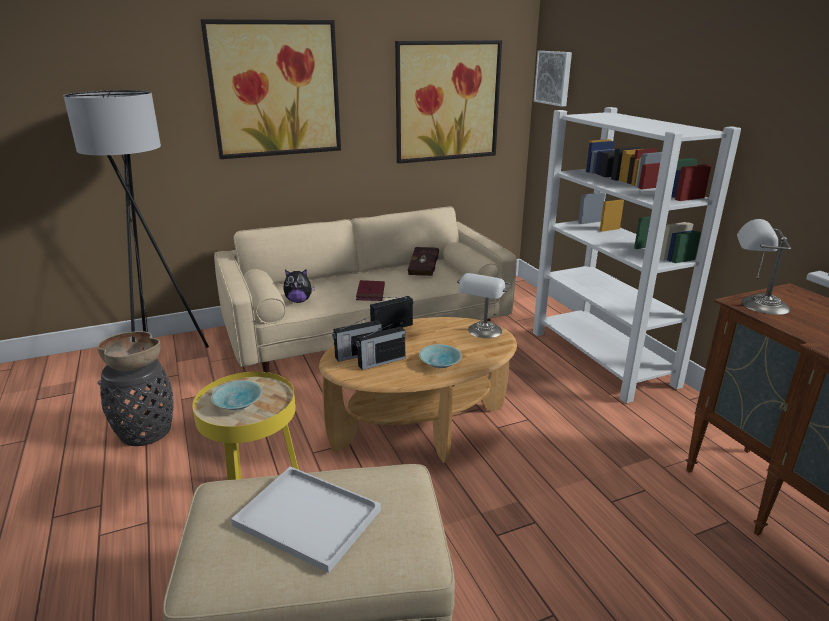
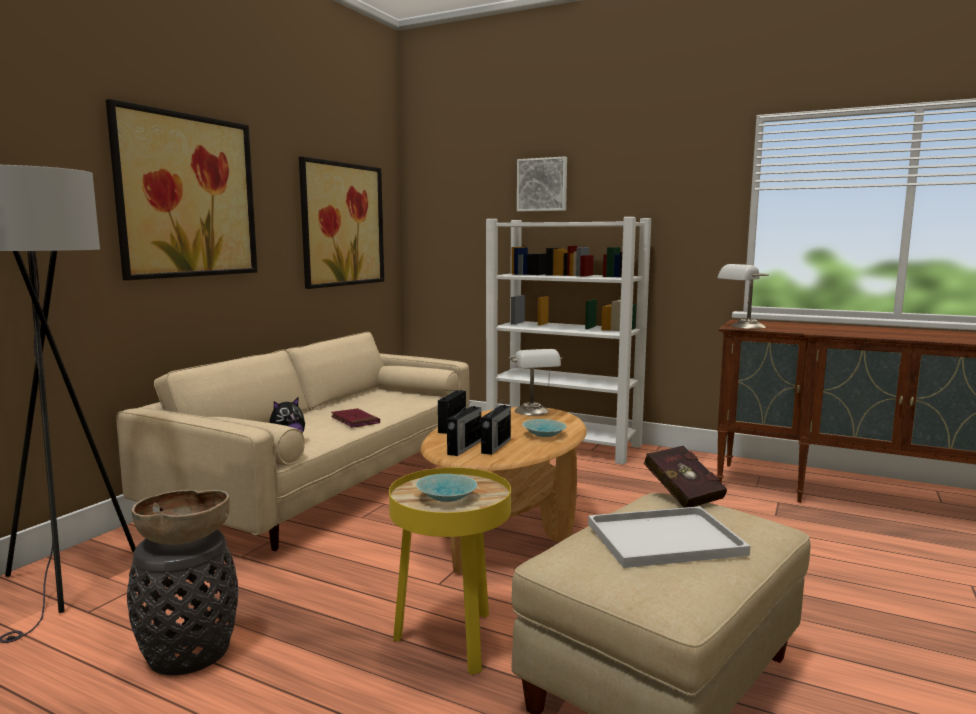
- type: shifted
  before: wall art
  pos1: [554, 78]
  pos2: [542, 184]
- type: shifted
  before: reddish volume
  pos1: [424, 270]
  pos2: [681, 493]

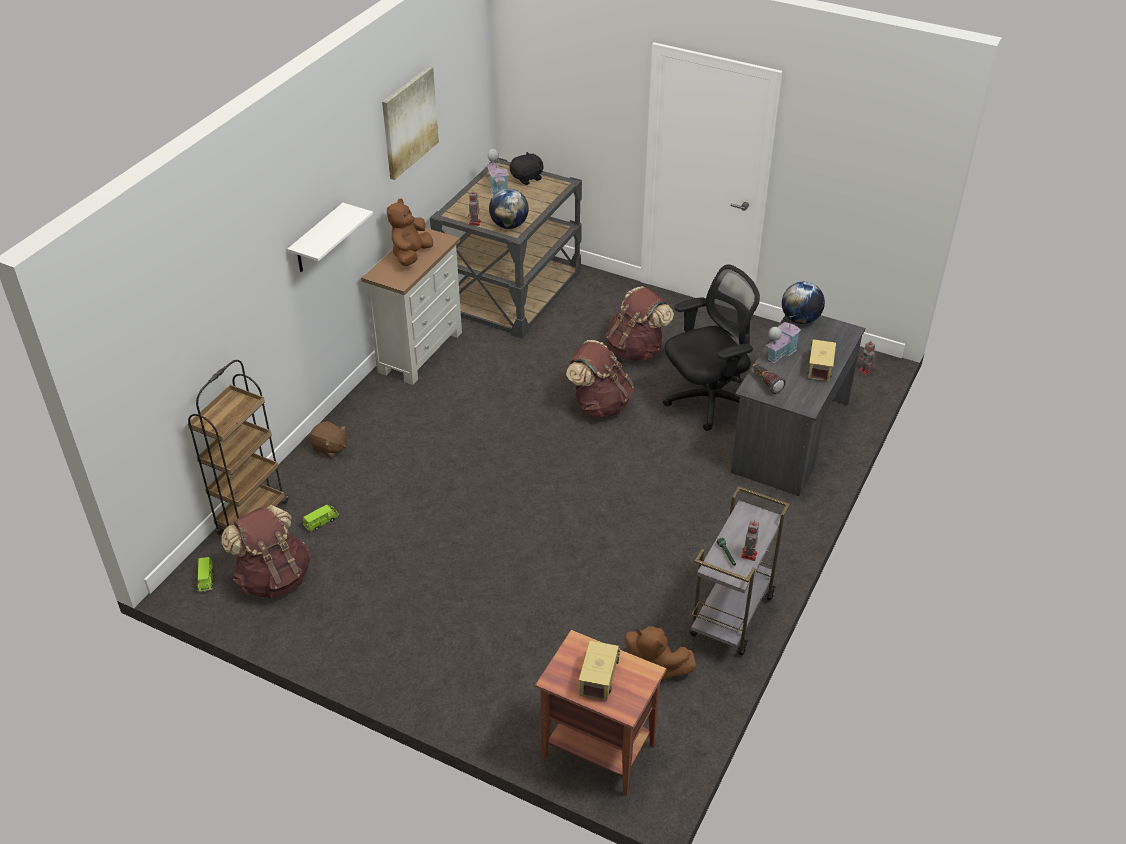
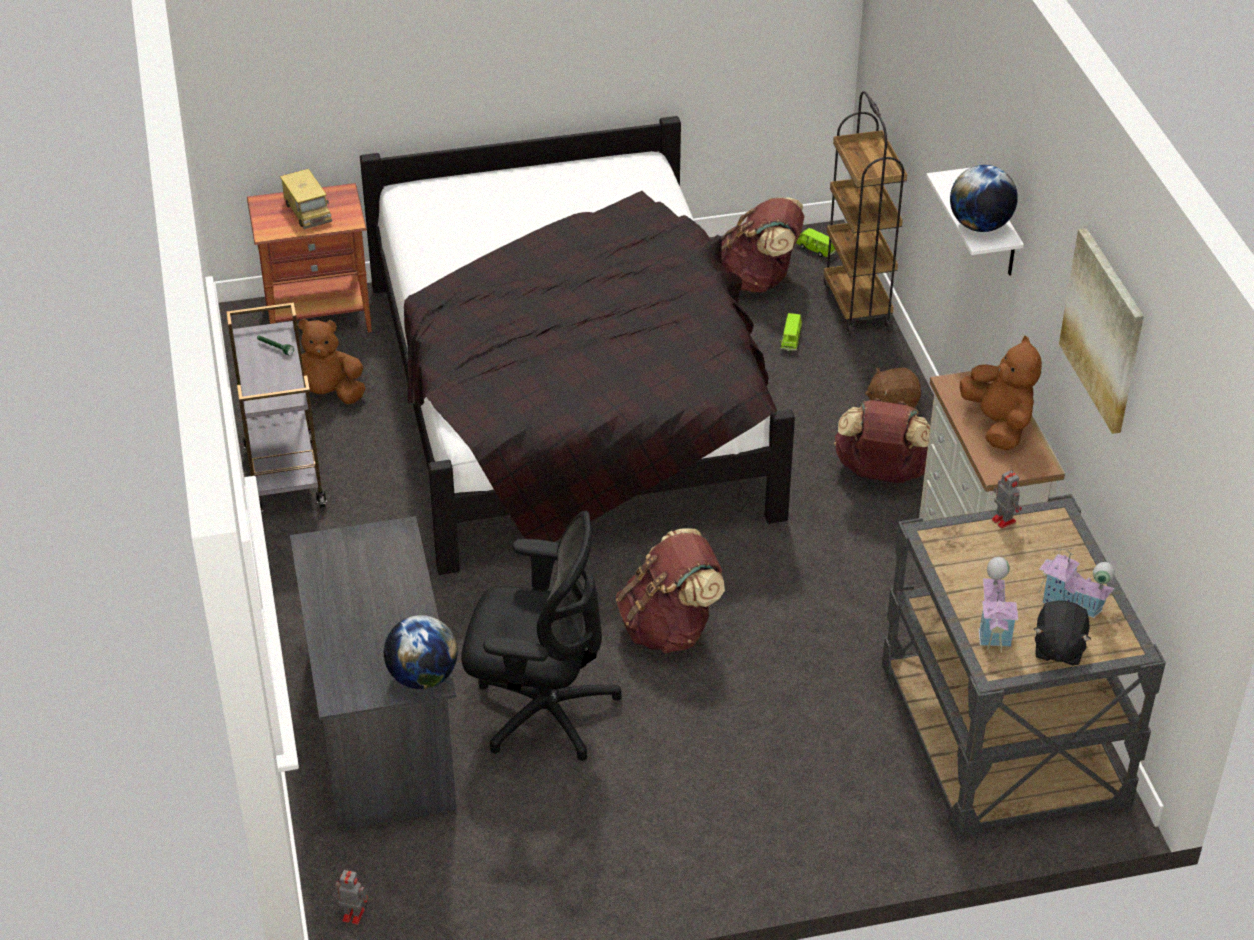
- type: new
  after: black sleeping bed
  pos2: [570, 398]
- type: rotated
  before: black computer chair
  pos1: [705, 403]
  pos2: [536, 712]
  turn: -105
- type: shifted
  before: brown-coloured knapsack
  pos1: [636, 350]
  pos2: [882, 474]
- type: shifted
  before: globe
  pos1: [509, 225]
  pos2: [980, 225]
- type: shifted
  before: miniature house
  pos1: [780, 352]
  pos2: [994, 627]
- type: gone
  before: robot figure
  pos1: [749, 555]
- type: gone
  before: hand torch
  pos1: [765, 383]
- type: gone
  before: model truck
  pos1: [820, 367]

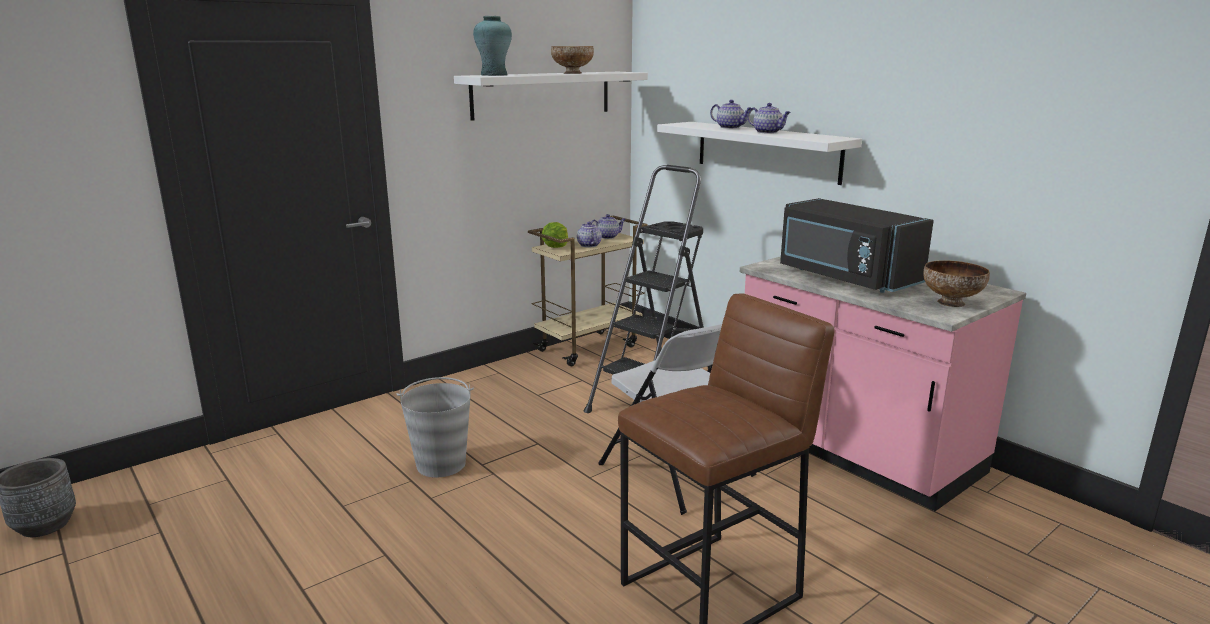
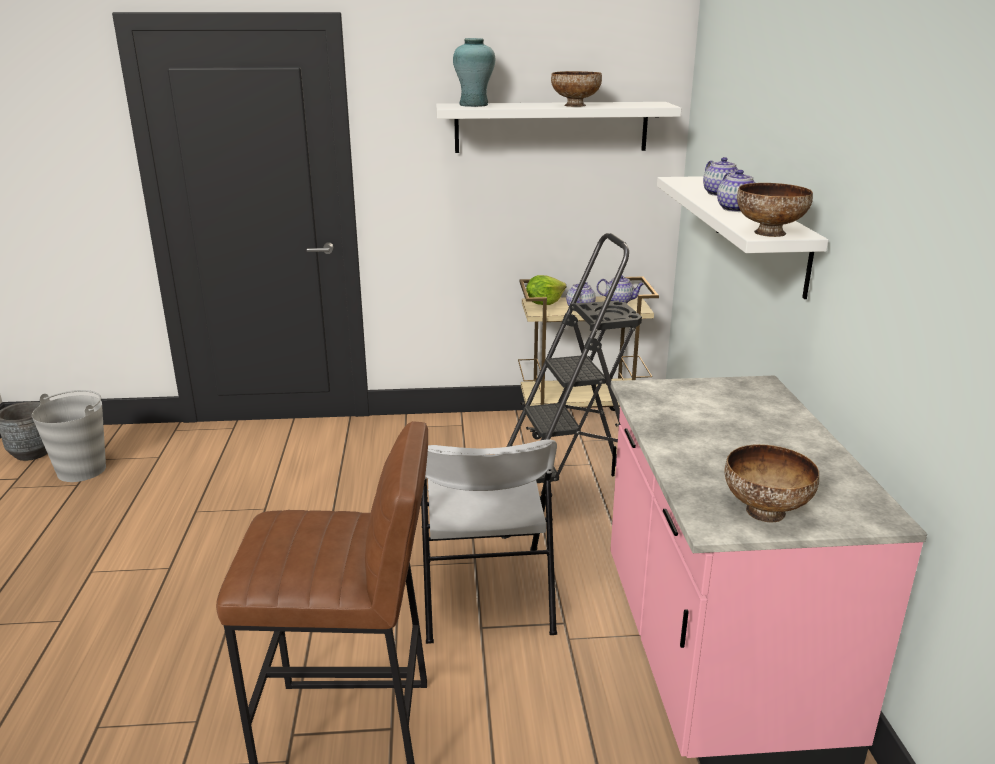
- type: shifted
  before: gray bucket
  pos1: [441, 464]
  pos2: [82, 470]
- type: new
  after: bowl
  pos2: [768, 233]
- type: gone
  before: black microwave
  pos1: [844, 277]

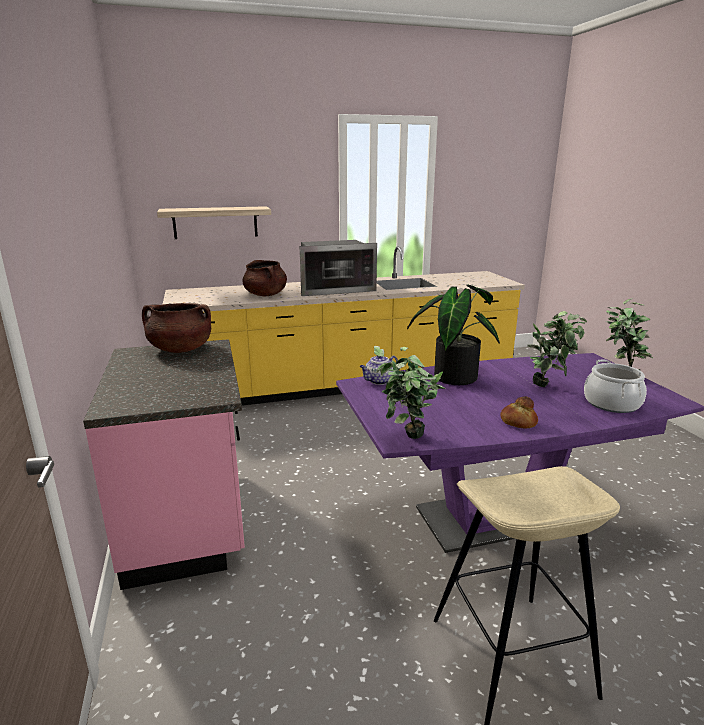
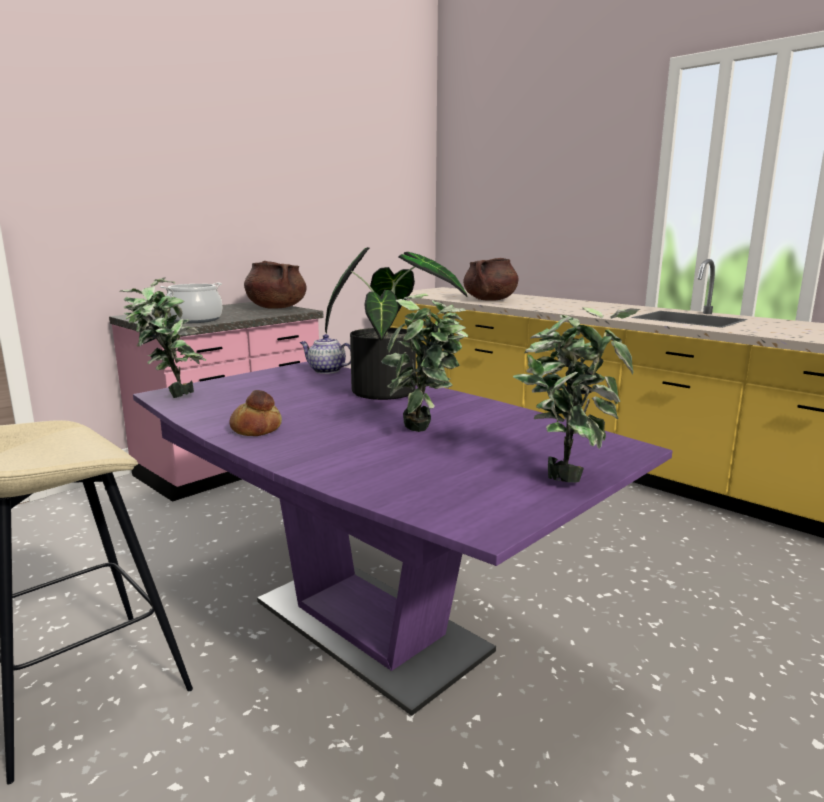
- type: shifted
  before: saucepot
  pos1: [611, 403]
  pos2: [195, 320]
- type: gone
  before: shelf
  pos1: [215, 222]
- type: gone
  before: microwave
  pos1: [334, 289]

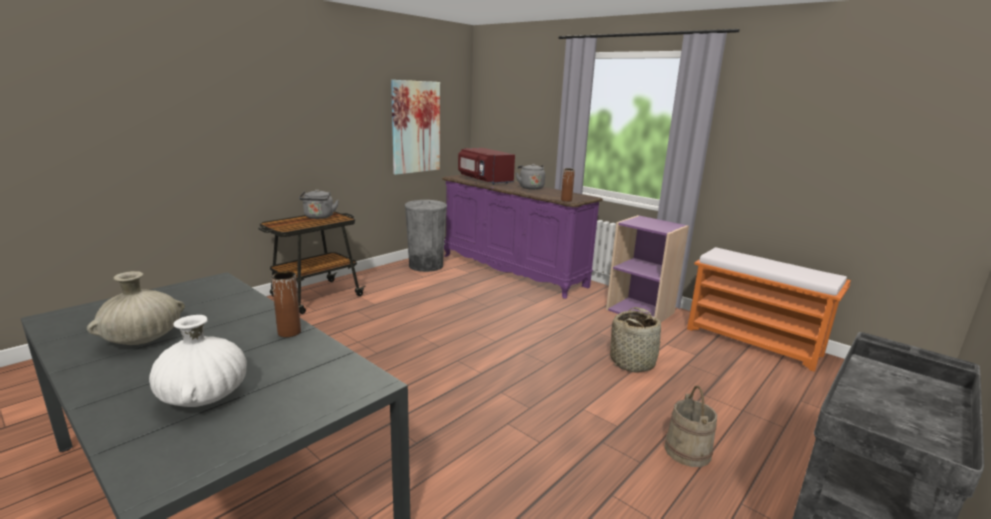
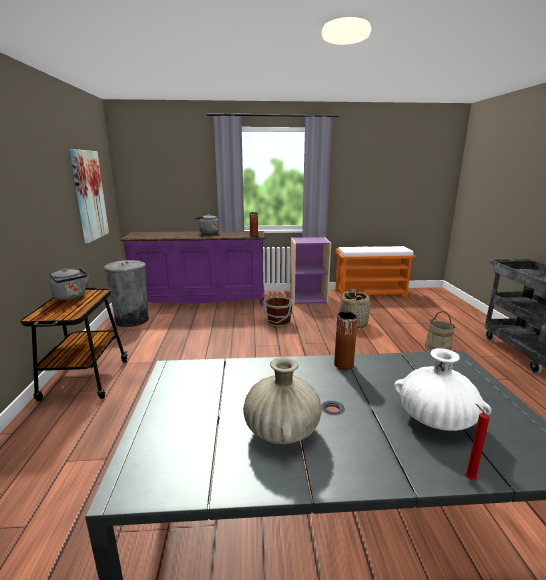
- type: new
  after: brown-coloured bucket
  pos2: [278, 322]
- type: new
  after: reddish candle
  pos2: [468, 478]
- type: gone
  before: reddish microwave
  pos1: [484, 180]

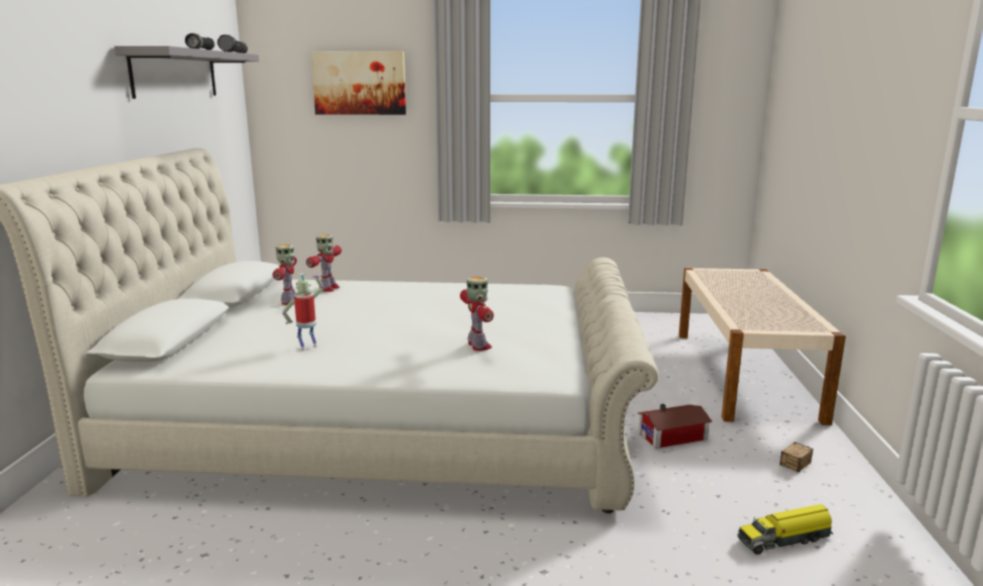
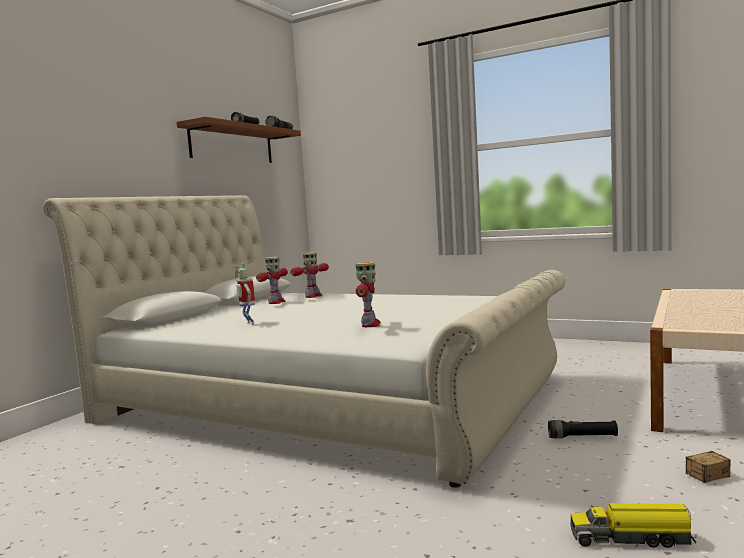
- type: repainted
  before: gray shelf
  after: brown-coloured shelf
  pos1: [175, 74]
  pos2: [232, 144]
- type: rotated
  before: robot figure
  pos1: [308, 347]
  pos2: [248, 323]
  turn: -105
- type: swapped
  before: miniature house
  after: black hand torch
  pos1: [675, 436]
  pos2: [582, 437]
- type: gone
  before: wall art
  pos1: [359, 83]

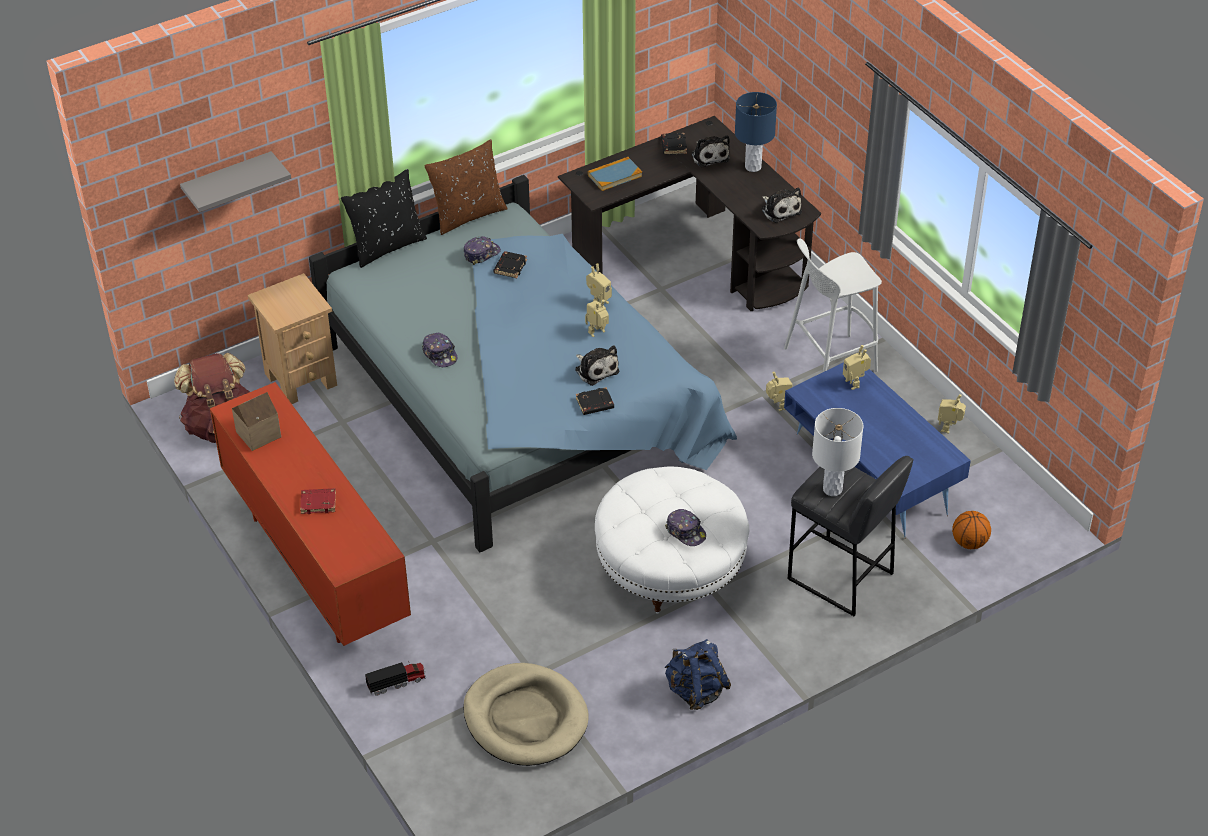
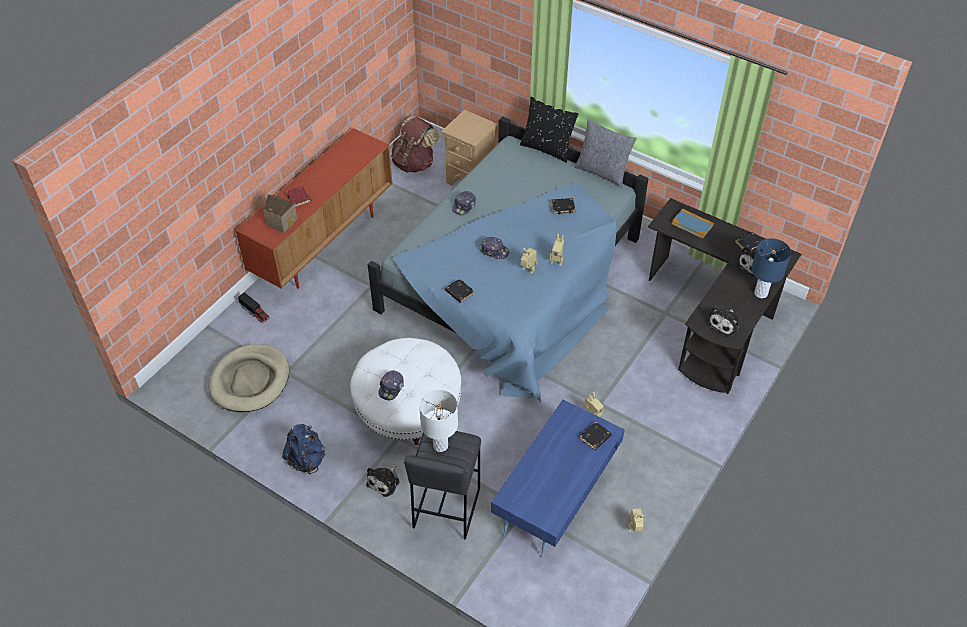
- type: shifted
  before: miniature house
  pos1: [257, 433]
  pos2: [282, 221]
- type: shifted
  before: soft toy
  pos1: [595, 369]
  pos2: [384, 482]
- type: shifted
  before: cap
  pos1: [481, 253]
  pos2: [494, 251]
- type: repainted
  before: brown-coloured pillow
  after: gray pillow
  pos1: [468, 215]
  pos2: [602, 172]
- type: swapped
  before: robot figure
  after: black volume
  pos1: [855, 383]
  pos2: [595, 438]
- type: gone
  before: gray shelf
  pos1: [228, 182]
- type: gone
  before: white stool
  pos1: [830, 363]
- type: gone
  before: basketball ball
  pos1: [969, 543]

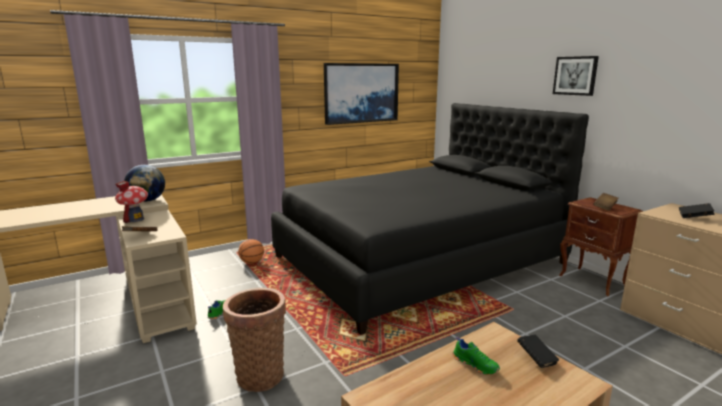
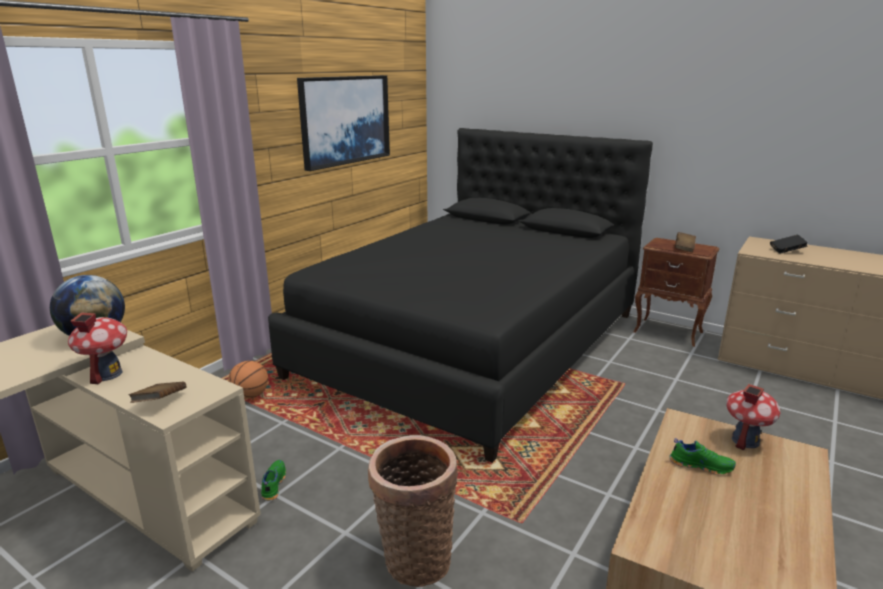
- type: swapped
  before: black volume
  after: miniature house
  pos1: [536, 359]
  pos2: [745, 440]
- type: gone
  before: wall art
  pos1: [575, 75]

